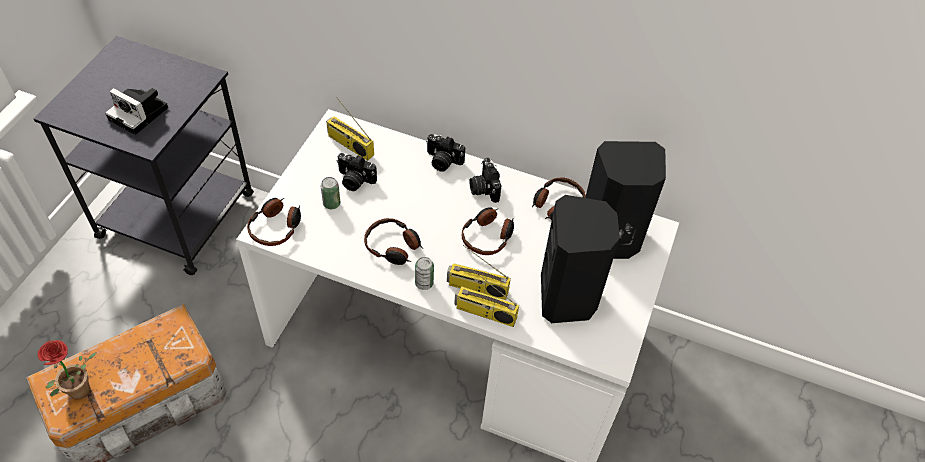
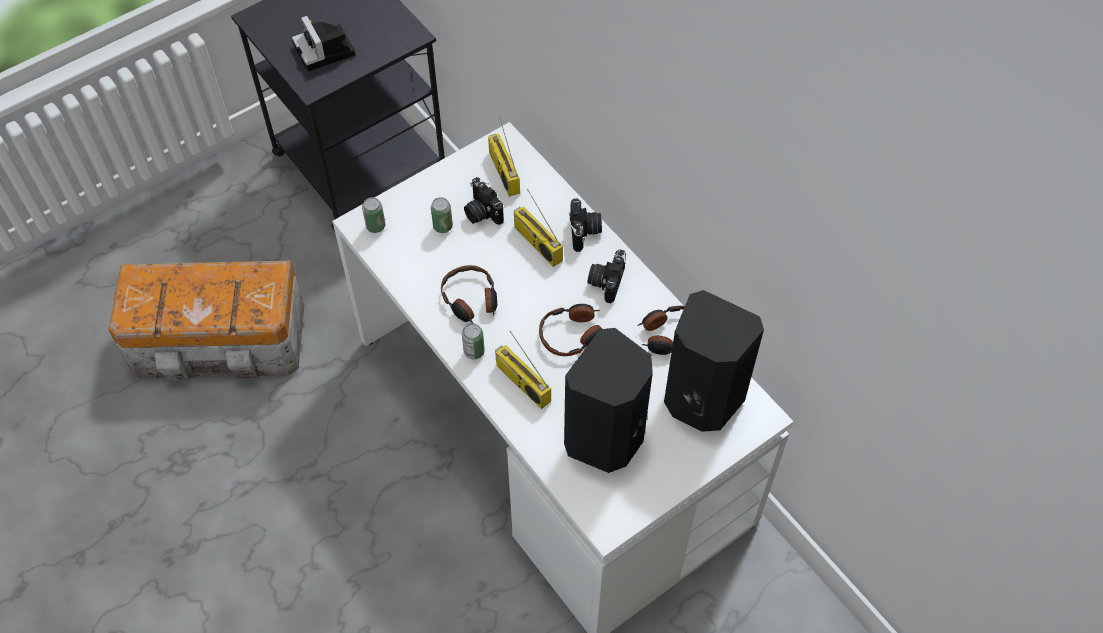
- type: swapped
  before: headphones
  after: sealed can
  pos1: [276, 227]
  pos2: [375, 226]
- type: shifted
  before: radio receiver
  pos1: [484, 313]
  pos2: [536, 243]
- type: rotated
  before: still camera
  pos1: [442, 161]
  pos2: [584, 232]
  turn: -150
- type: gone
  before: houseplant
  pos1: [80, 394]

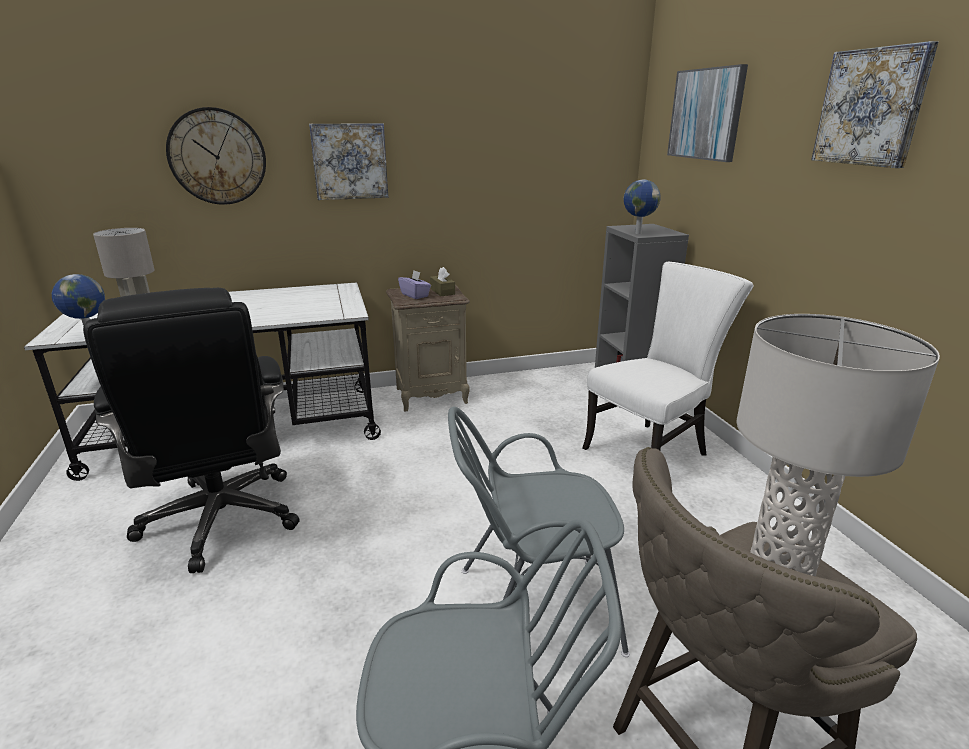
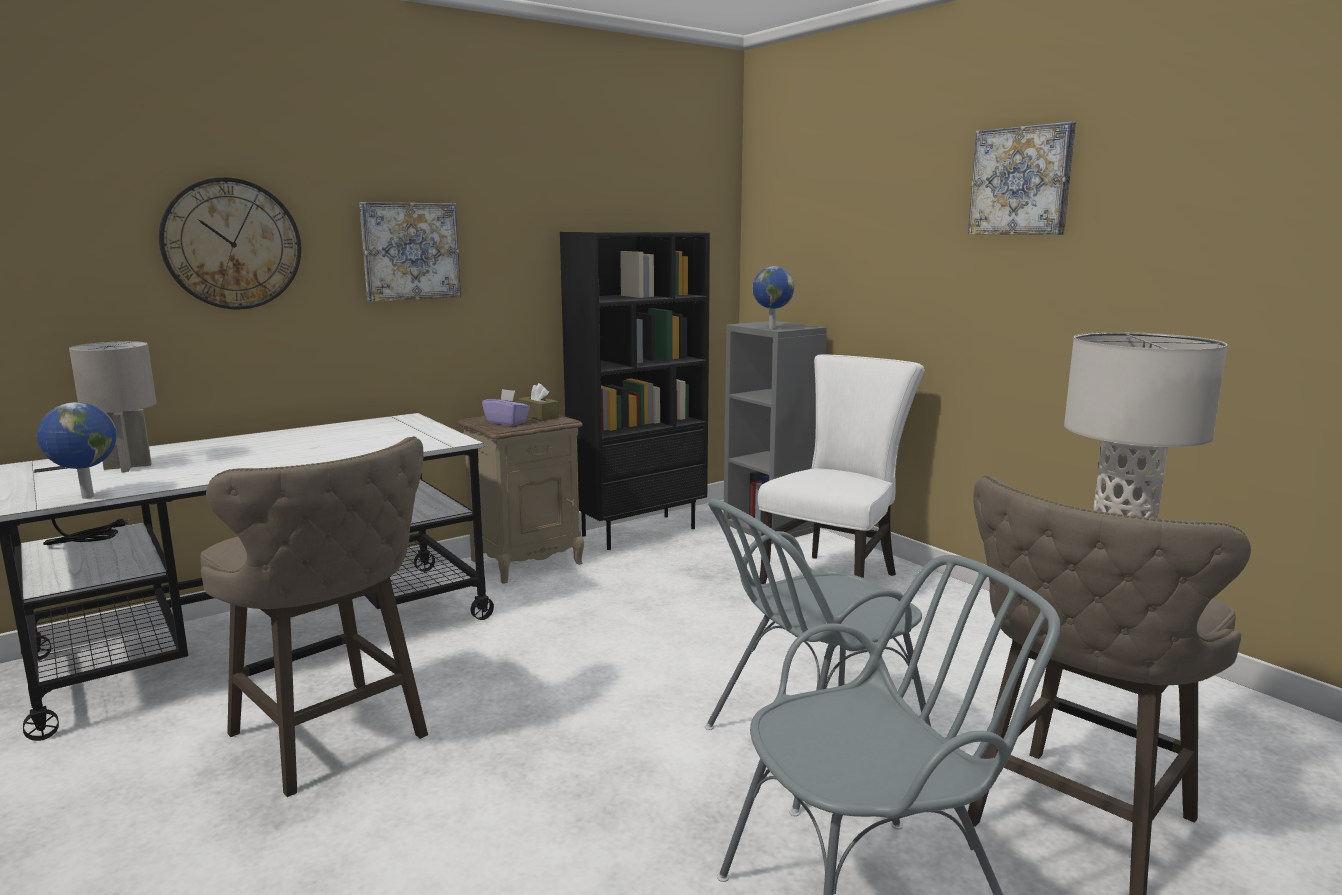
- type: swapped
  before: black computer chair
  after: beige stool
  pos1: [221, 518]
  pos2: [332, 738]
- type: new
  after: black bookshelf
  pos2: [639, 531]
- type: gone
  before: wall art
  pos1: [706, 114]

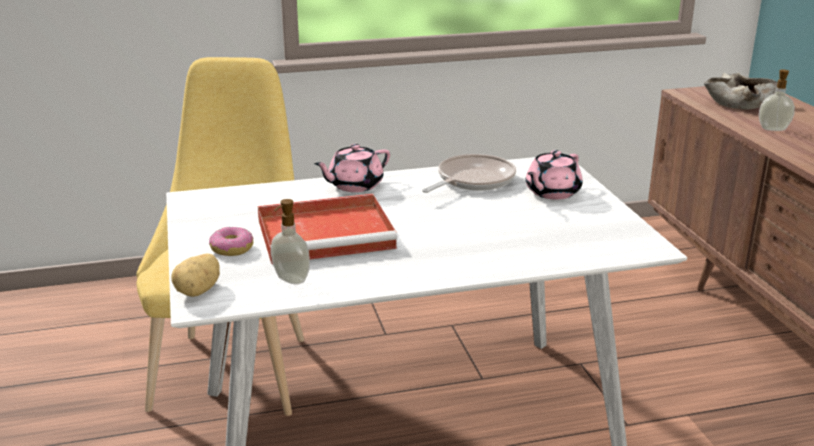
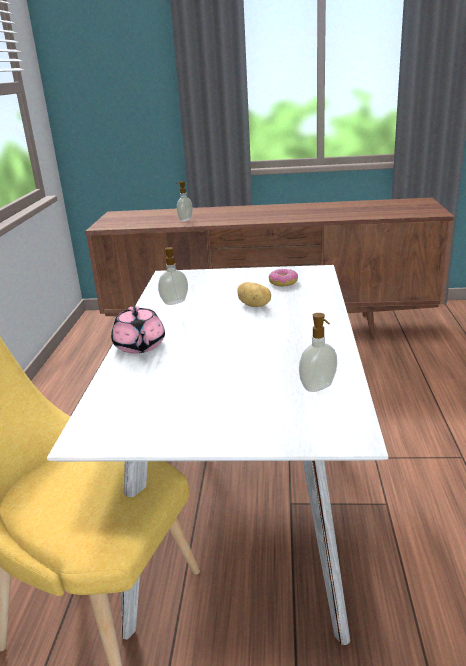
- type: swapped
  before: skillet
  after: liquid soap bottle
  pos1: [472, 180]
  pos2: [174, 302]
- type: shifted
  before: spud
  pos1: [199, 291]
  pos2: [254, 305]
- type: shifted
  before: donut
  pos1: [231, 248]
  pos2: [283, 283]
- type: gone
  before: reddish carrying tray
  pos1: [328, 233]
- type: gone
  before: pink-coloured teapot
  pos1: [551, 192]
- type: gone
  before: beige bowl
  pos1: [738, 102]

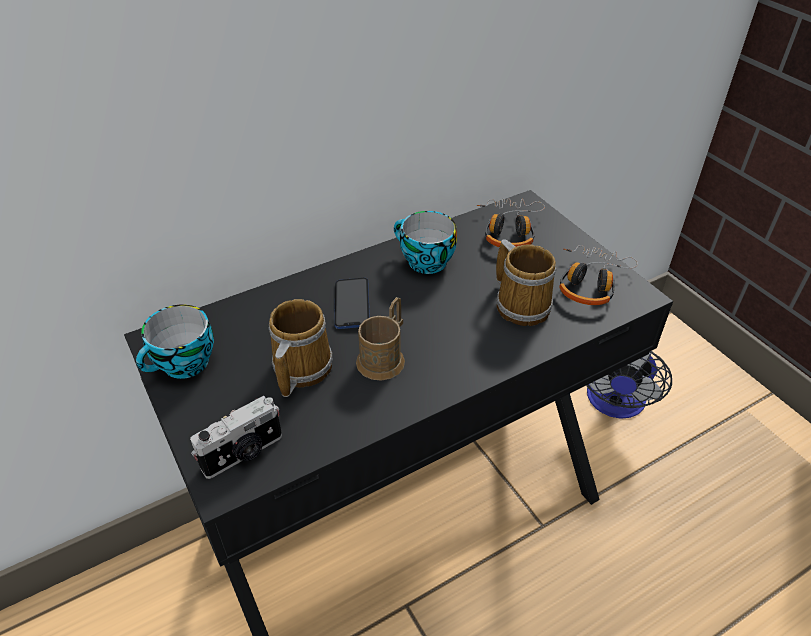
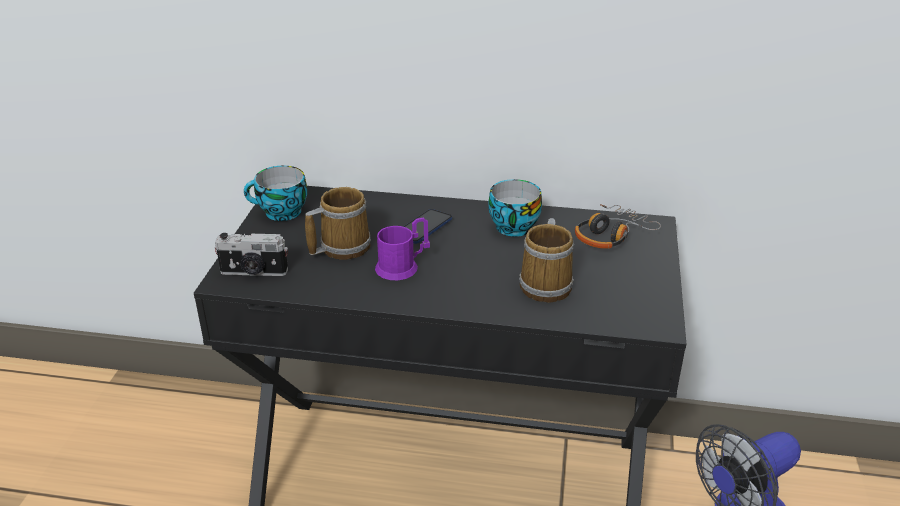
- type: repainted
  before: brown-coloured tea mug
  after: purplish tea mug
  pos1: [384, 357]
  pos2: [402, 266]
- type: gone
  before: headphones
  pos1: [590, 282]

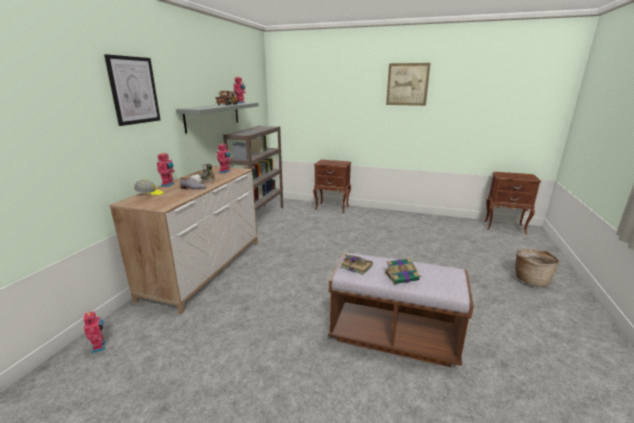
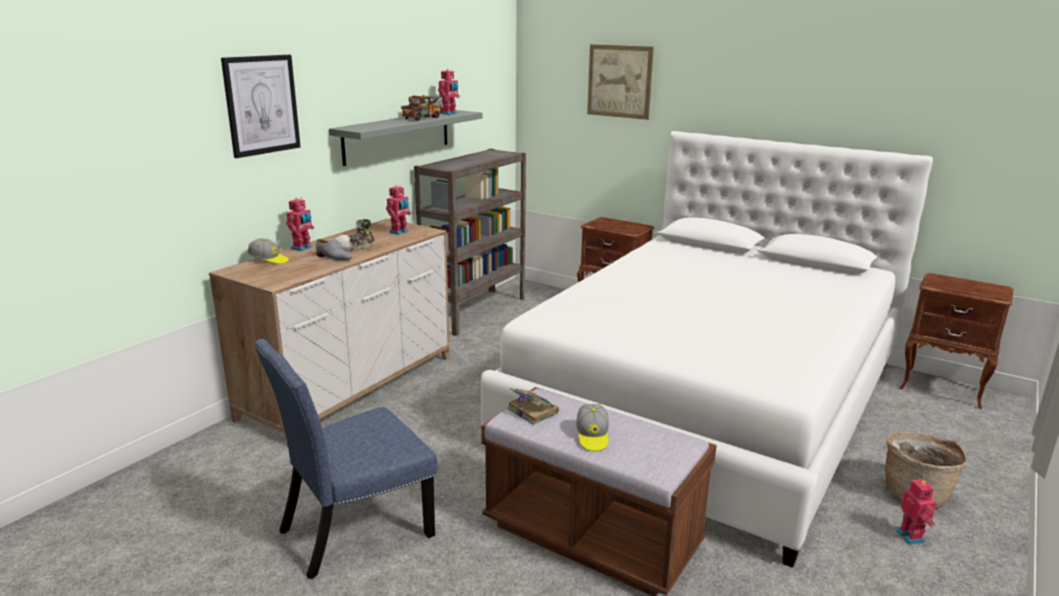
- type: new
  after: bluish upright chair
  pos2: [358, 529]
- type: new
  after: white sleeping bed
  pos2: [709, 403]
- type: swapped
  before: volume
  after: cap
  pos1: [402, 276]
  pos2: [592, 436]
- type: shifted
  before: wall art
  pos1: [407, 84]
  pos2: [619, 81]
- type: shifted
  before: robot figure
  pos1: [100, 347]
  pos2: [911, 536]

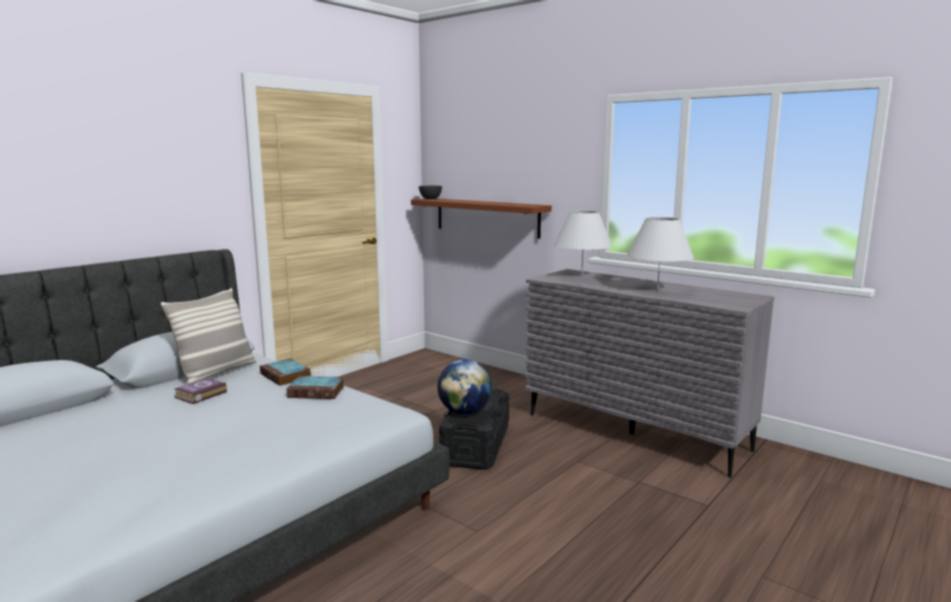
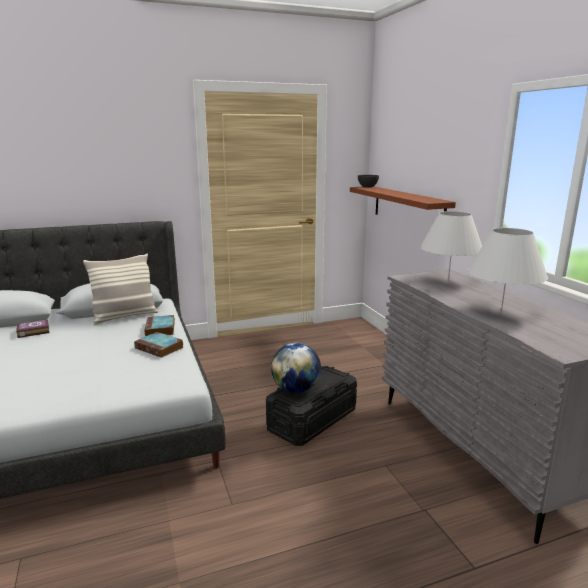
- type: shifted
  before: volume
  pos1: [199, 395]
  pos2: [32, 331]

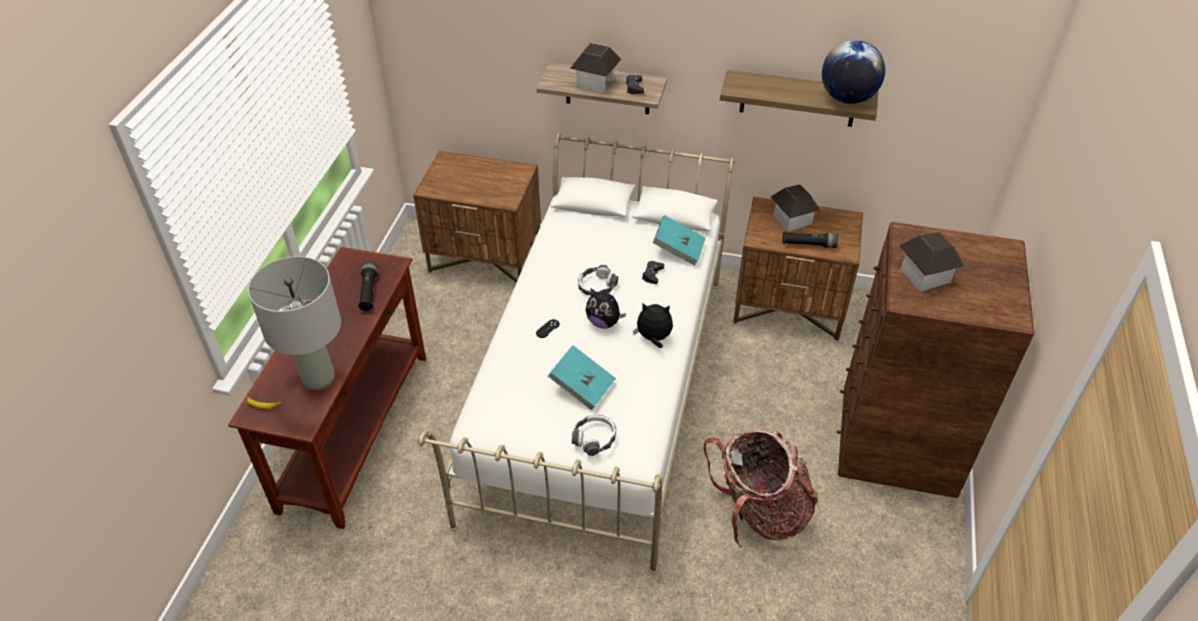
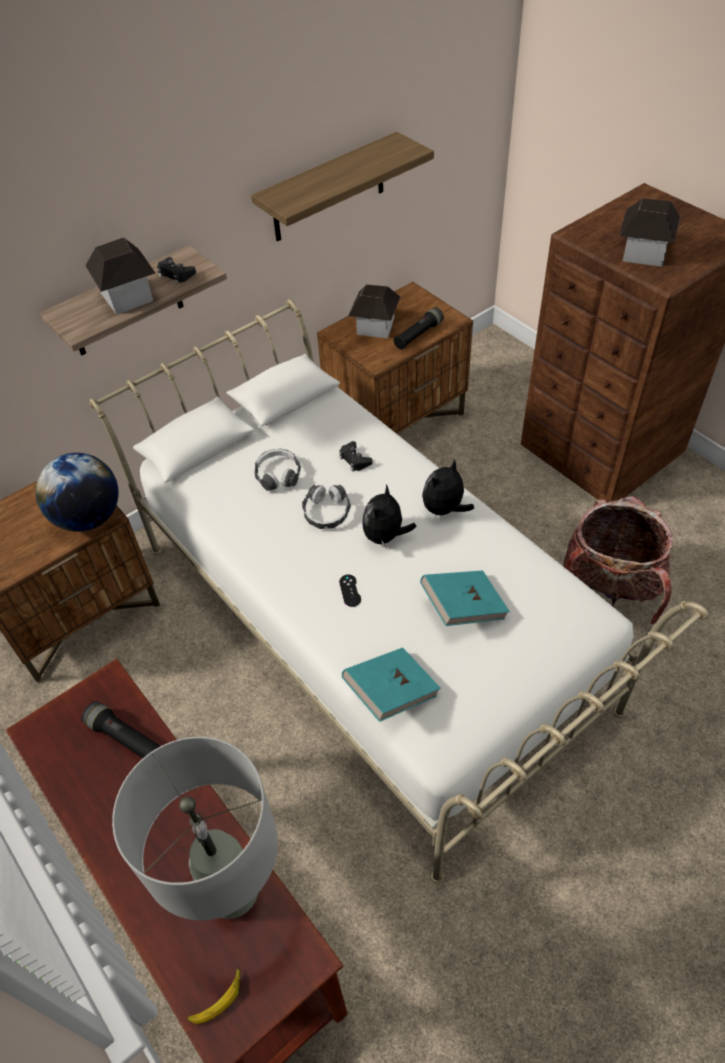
- type: shifted
  before: globe
  pos1: [847, 98]
  pos2: [89, 517]
- type: shifted
  before: headphones
  pos1: [594, 438]
  pos2: [278, 474]
- type: shifted
  before: blue-green volume
  pos1: [678, 249]
  pos2: [391, 693]
- type: rotated
  before: soft toy
  pos1: [604, 322]
  pos2: [385, 536]
  turn: 135

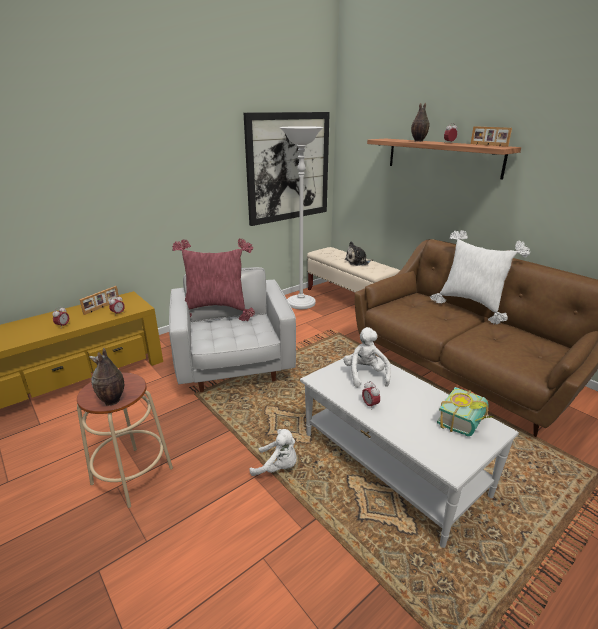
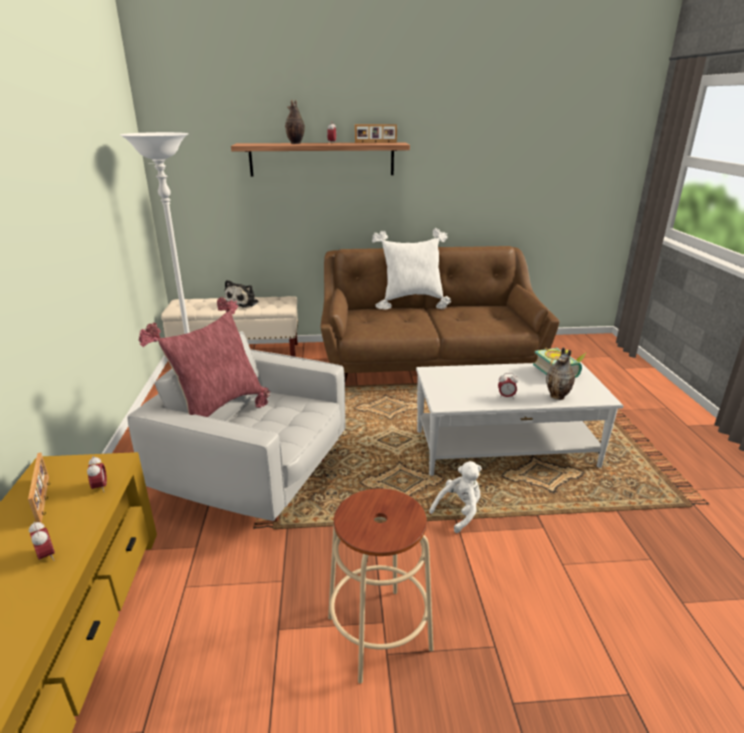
- type: shifted
  before: decorative vase
  pos1: [112, 401]
  pos2: [558, 396]
- type: gone
  before: wall art
  pos1: [288, 167]
- type: gone
  before: white soft toy
  pos1: [365, 375]

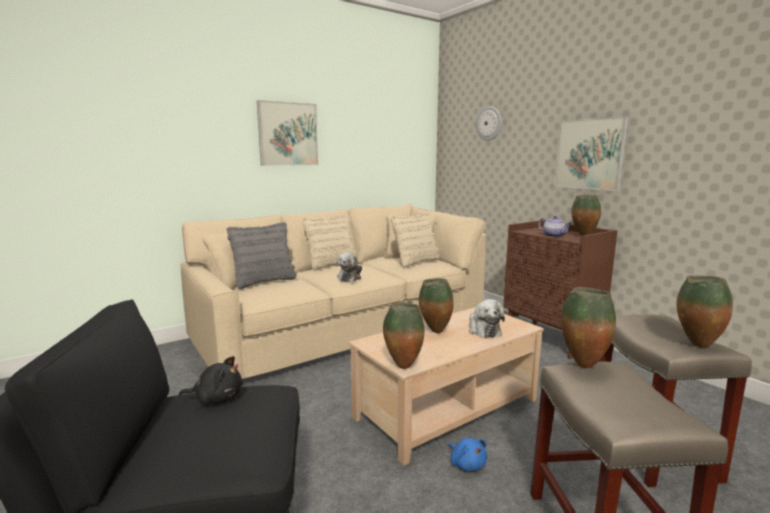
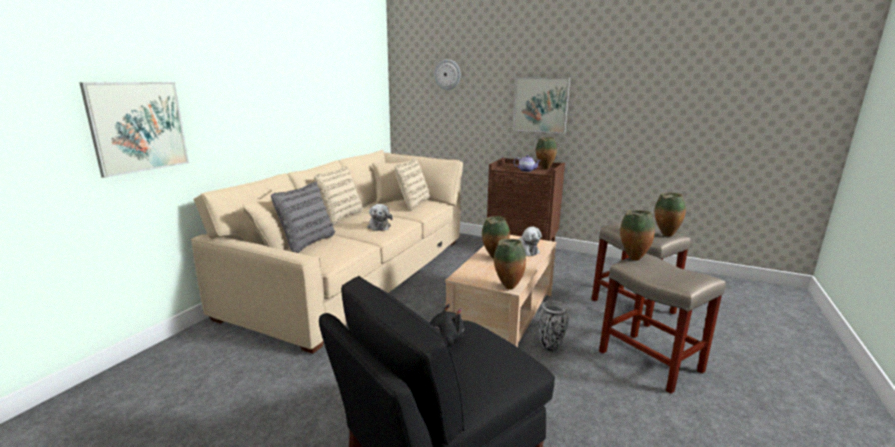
- type: shifted
  before: wall art
  pos1: [288, 134]
  pos2: [138, 127]
- type: swapped
  before: bluish soft toy
  after: decorative vase
  pos1: [467, 464]
  pos2: [550, 346]

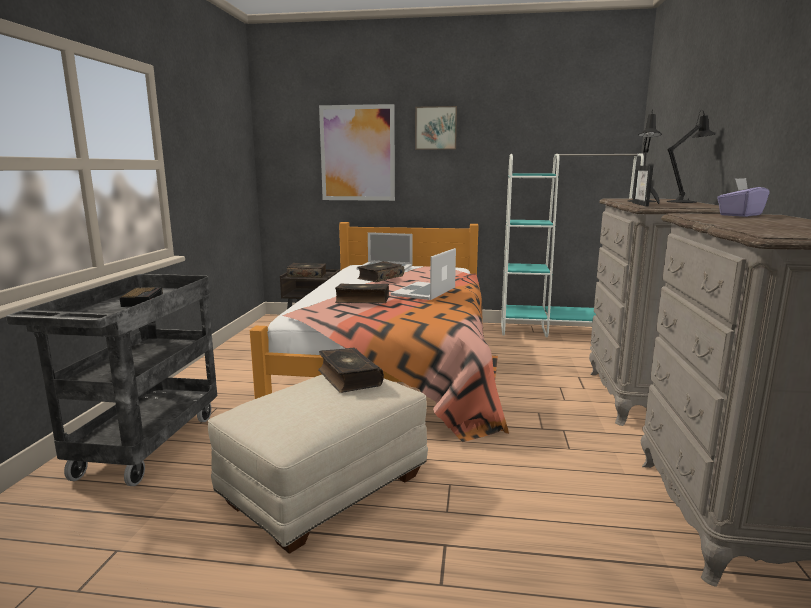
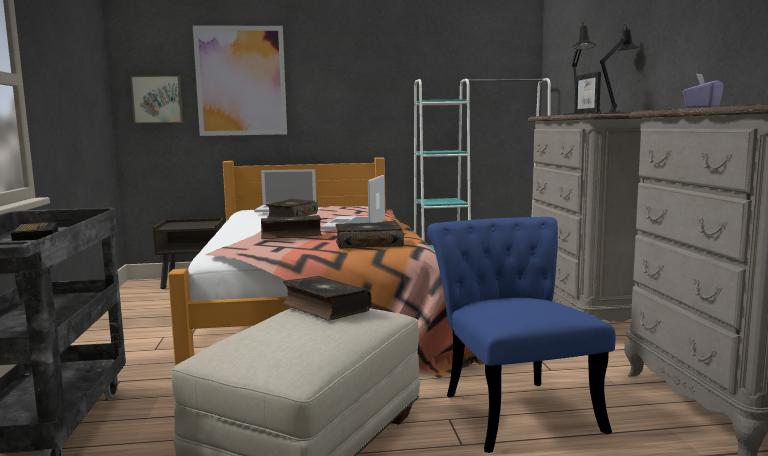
- type: shifted
  before: wall art
  pos1: [436, 128]
  pos2: [157, 99]
- type: shifted
  before: volume
  pos1: [307, 275]
  pos2: [368, 244]
- type: new
  after: bluish upright chair
  pos2: [513, 408]

